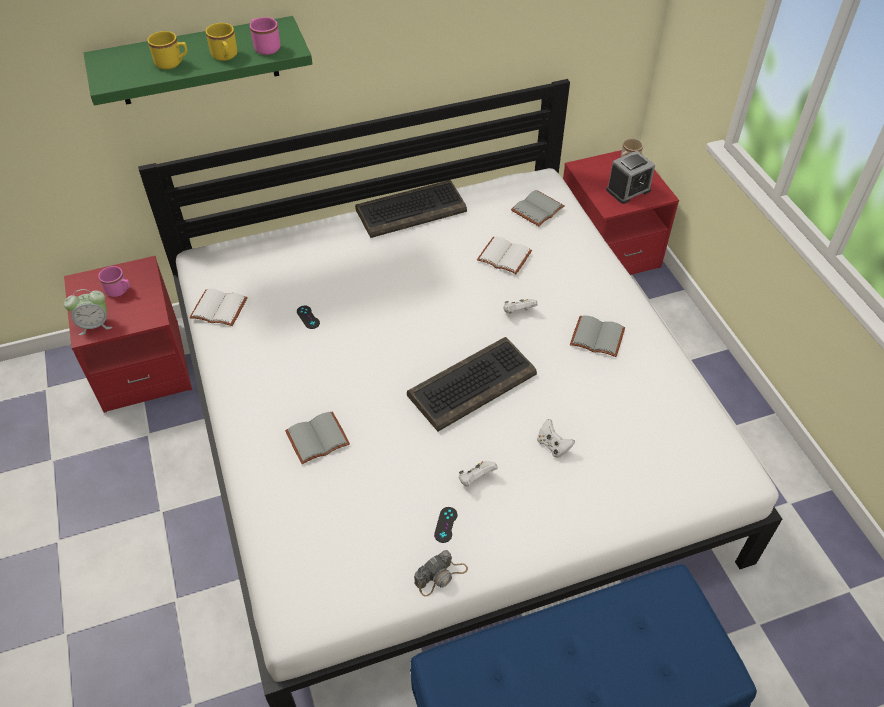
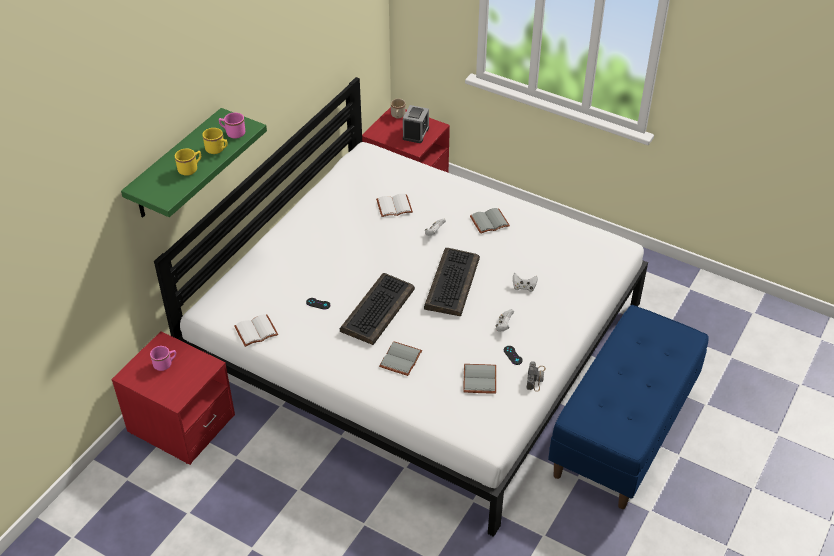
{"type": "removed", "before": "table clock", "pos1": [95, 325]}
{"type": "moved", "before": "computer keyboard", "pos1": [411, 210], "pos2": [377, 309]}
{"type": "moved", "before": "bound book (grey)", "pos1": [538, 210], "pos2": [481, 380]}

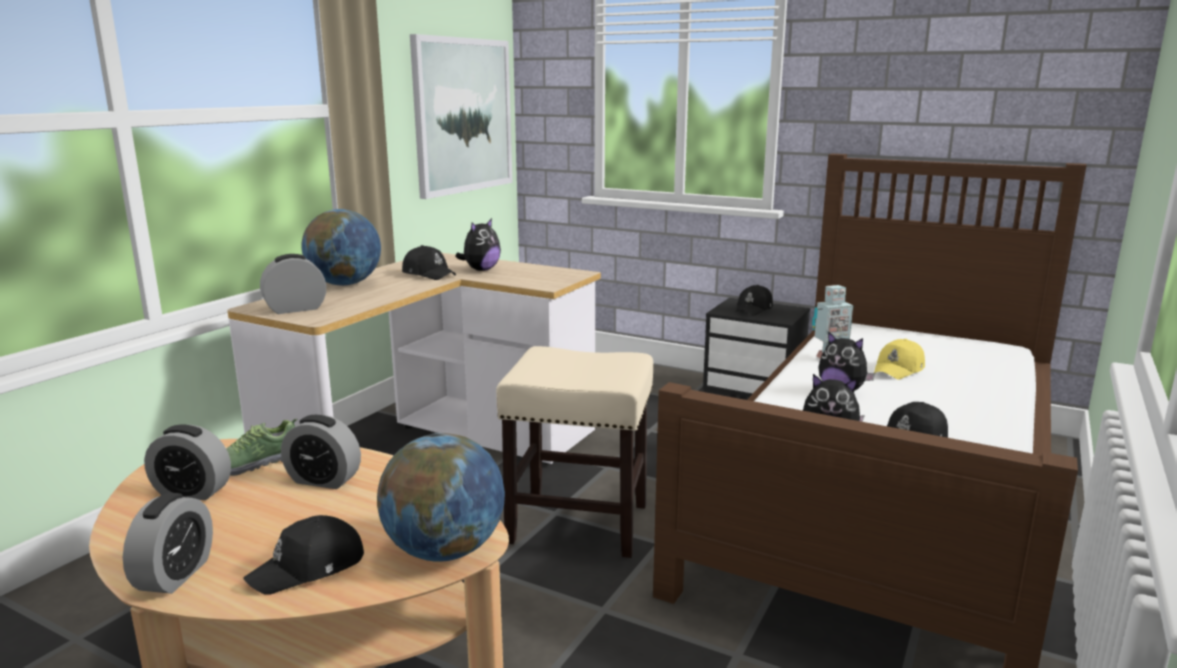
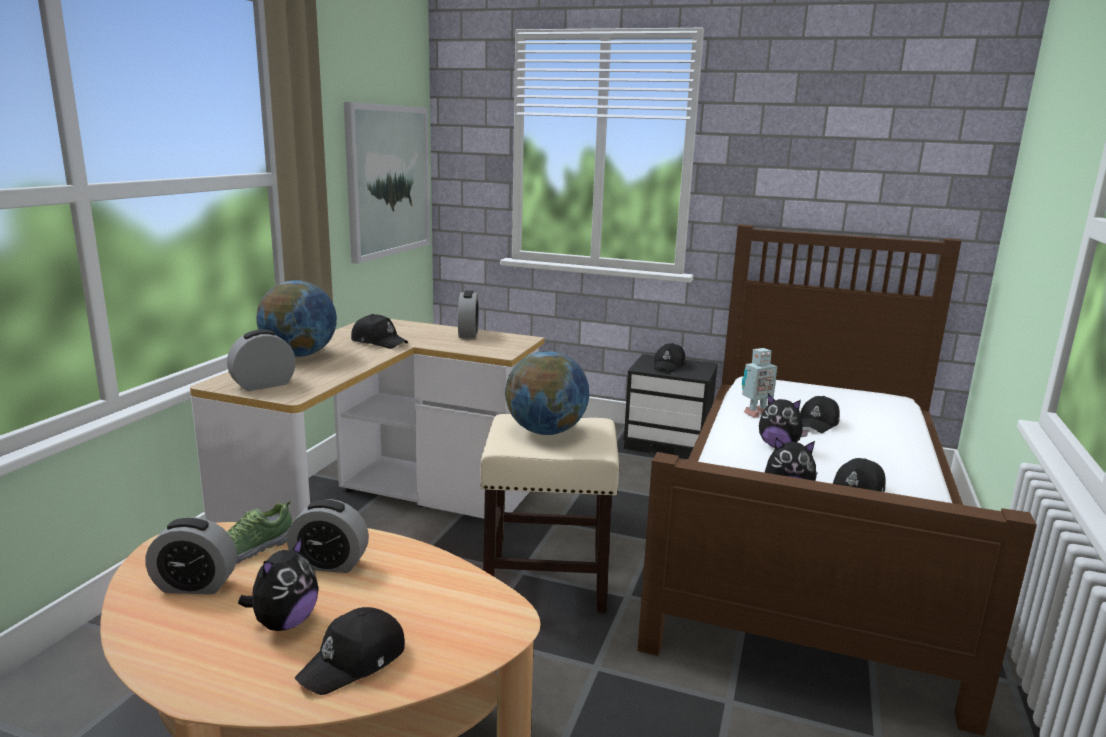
{"type": "moved", "before": "table clock", "pos1": [175, 575], "pos2": [468, 334]}
{"type": "moved", "before": "world globe", "pos1": [445, 551], "pos2": [546, 431]}
{"type": "moved", "before": "cuddly toy", "pos1": [481, 270], "pos2": [284, 623]}
{"type": "recoloured", "before": "cap (yellow)", "after": "cap (black-coloured)", "pos1": [899, 369], "pos2": [818, 423]}

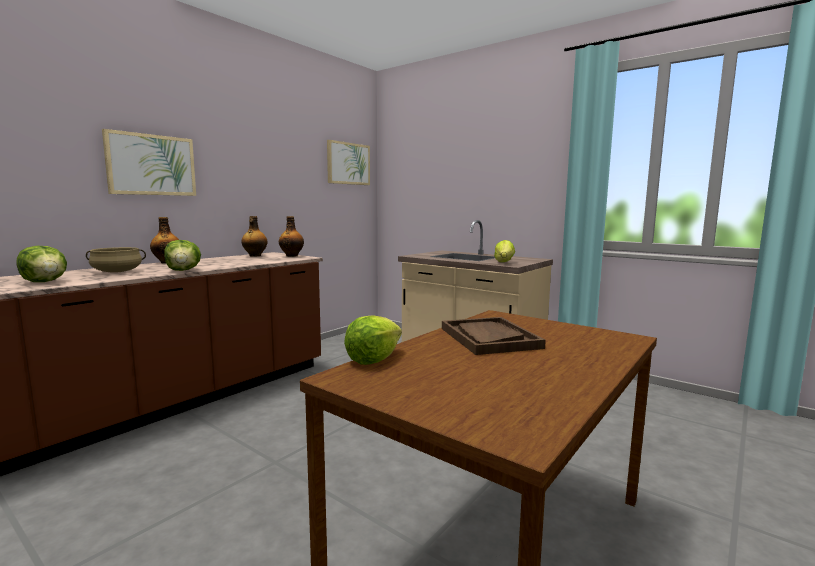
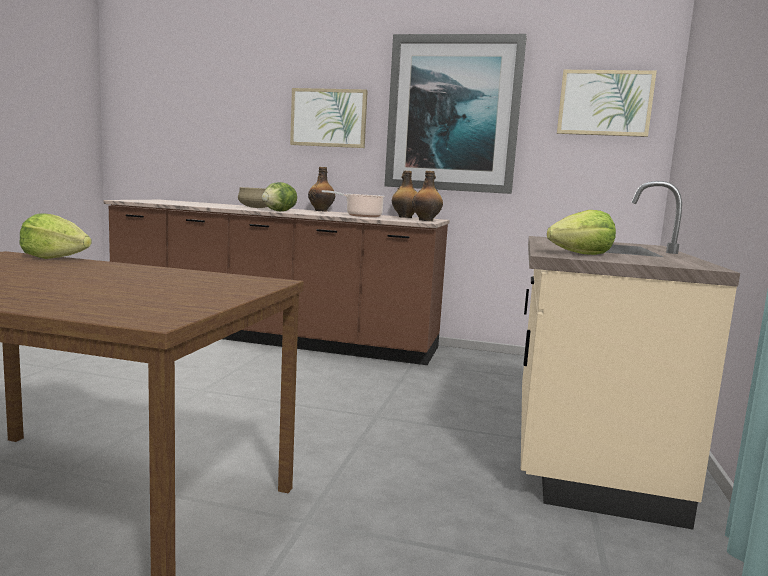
{"type": "removed", "before": "lettuce head", "pos1": [45, 282]}
{"type": "removed", "before": "tray (brownish)", "pos1": [489, 338]}
{"type": "added", "after": "saucepot", "pos2": [361, 216]}
{"type": "added", "after": "wall art", "pos2": [453, 115]}

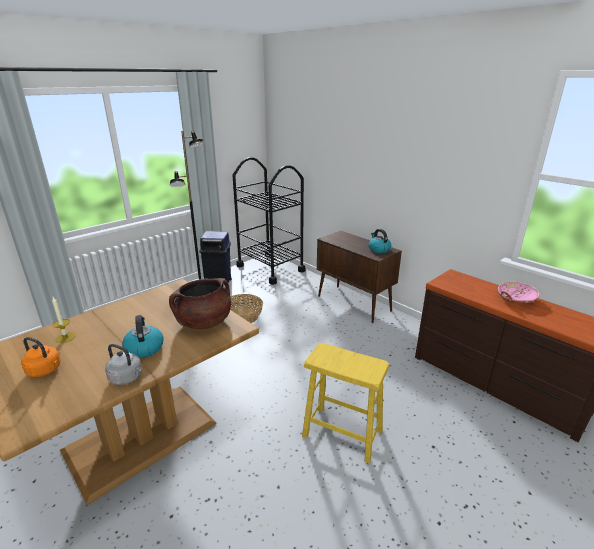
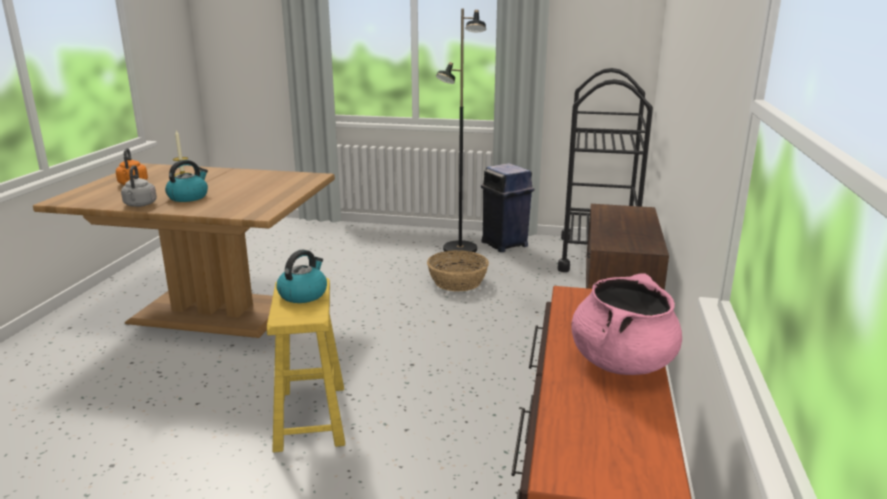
{"type": "removed", "before": "saucepot (brownish)", "pos1": [204, 322]}
{"type": "moved", "before": "kettle", "pos1": [379, 249], "pos2": [303, 294]}
{"type": "replaced", "before": "deep dish (pink-coloured)", "after": "saucepot (pink-coloured)", "pos1": [515, 298], "pos2": [622, 362]}

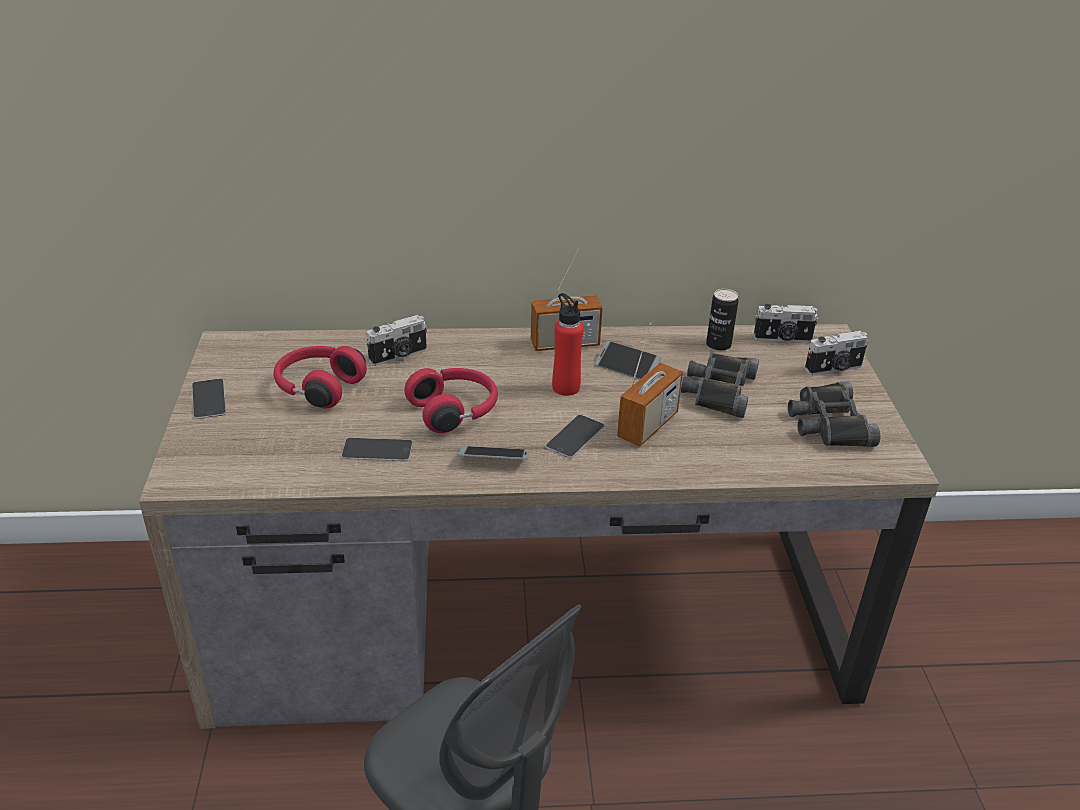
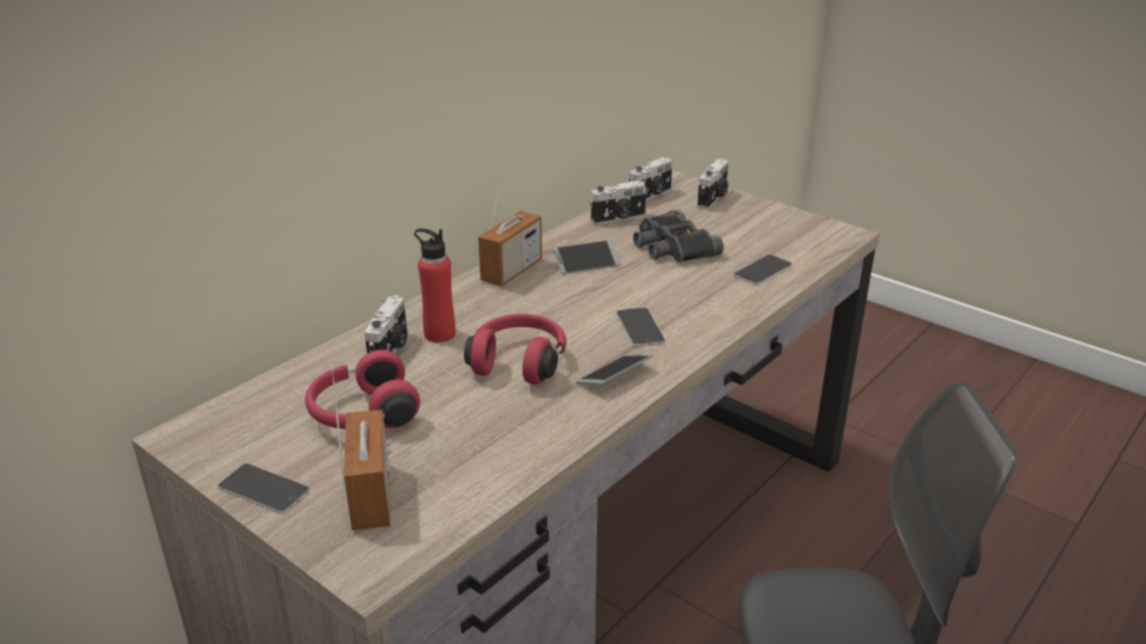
{"type": "removed", "before": "pair of binoculars (black-coloured)", "pos1": [828, 423]}
{"type": "moved", "before": "phone", "pos1": [377, 450], "pos2": [763, 270]}
{"type": "moved", "before": "drink bottle (red)", "pos1": [566, 387], "pos2": [439, 334]}
{"type": "moved", "before": "radio receiver", "pos1": [647, 425], "pos2": [371, 496]}
{"type": "replaced", "before": "sealed can", "after": "photo camera", "pos1": [718, 345], "pos2": [619, 219]}

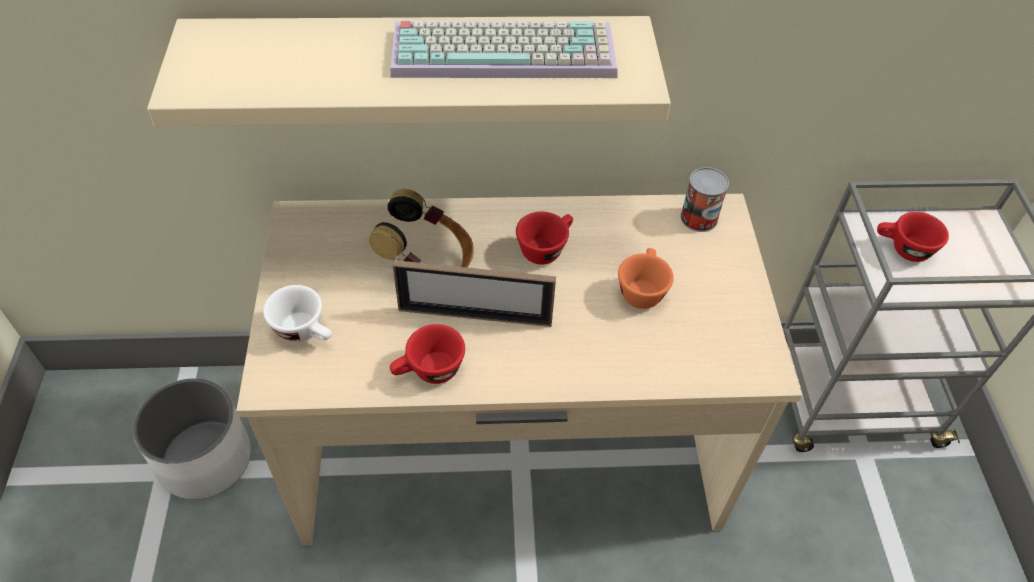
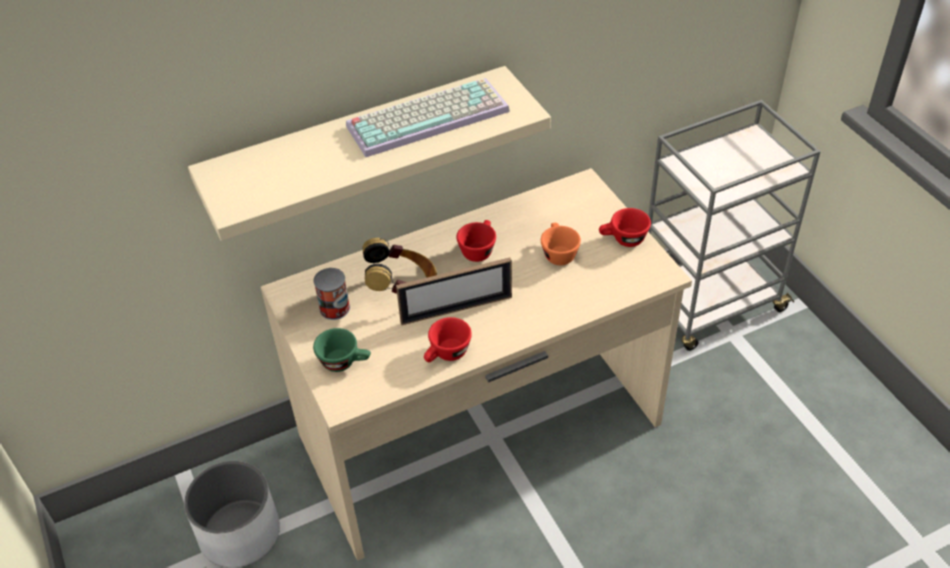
{"type": "moved", "before": "sealed can", "pos1": [699, 218], "pos2": [334, 308]}
{"type": "moved", "before": "small cup (red)", "pos1": [903, 249], "pos2": [623, 240]}
{"type": "recoloured", "before": "small cup (whitish)", "after": "small cup (greenish)", "pos1": [305, 331], "pos2": [344, 362]}

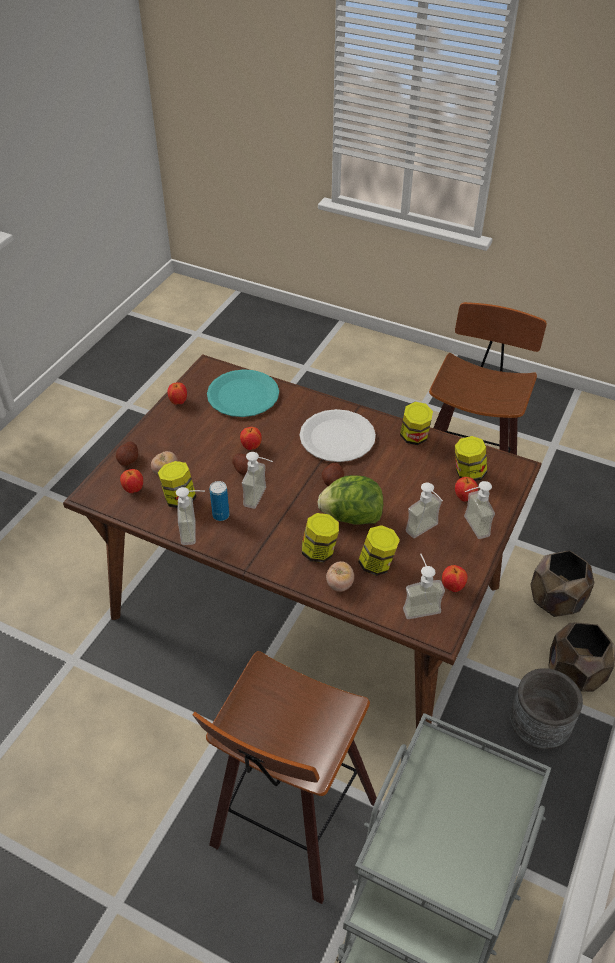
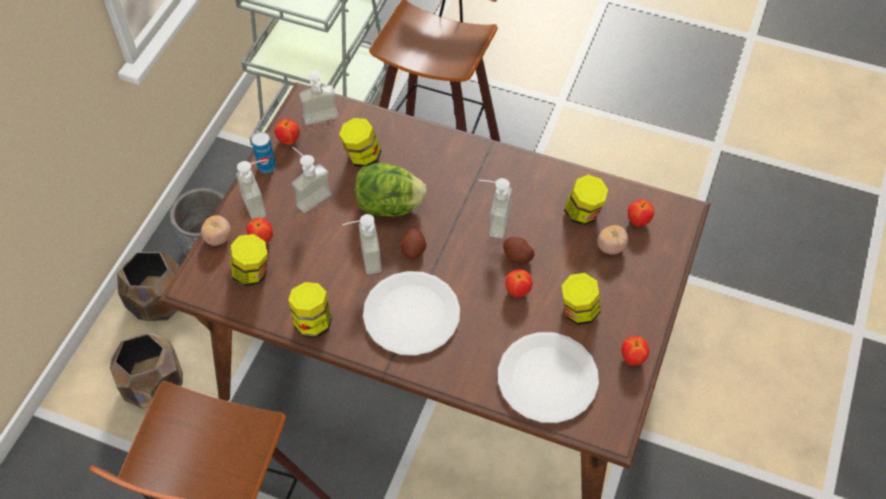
{"type": "removed", "before": "spud", "pos1": [128, 460]}
{"type": "moved", "before": "liquid soap bottle", "pos1": [195, 532], "pos2": [363, 259]}
{"type": "moved", "before": "sealed can", "pos1": [221, 515], "pos2": [267, 167]}
{"type": "moved", "before": "storage jar", "pos1": [319, 552], "pos2": [578, 311]}
{"type": "moved", "before": "fresh tomato", "pos1": [339, 584], "pos2": [218, 238]}
{"type": "recoloured", "before": "flat dish (turquoise-coloured)", "after": "flat dish (whitish)", "pos1": [243, 395], "pos2": [547, 379]}

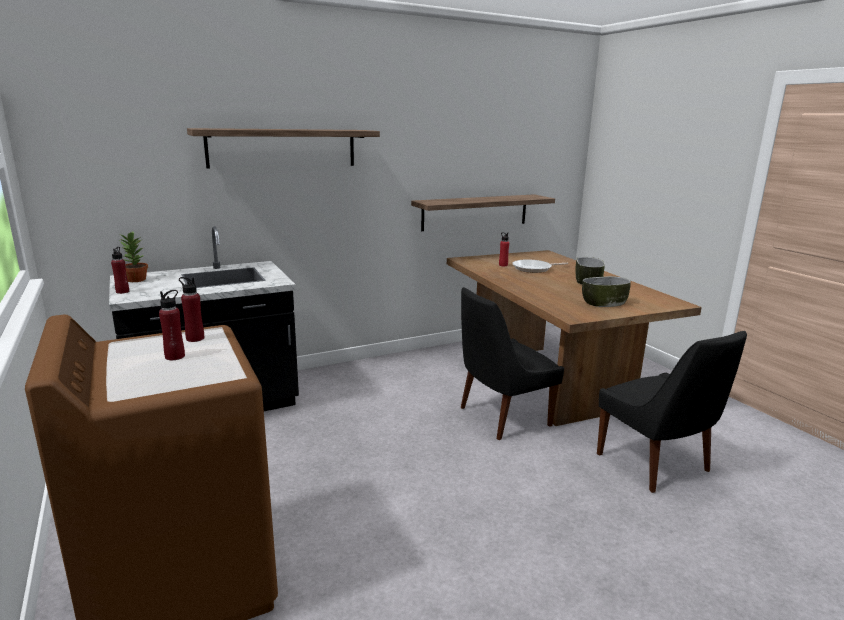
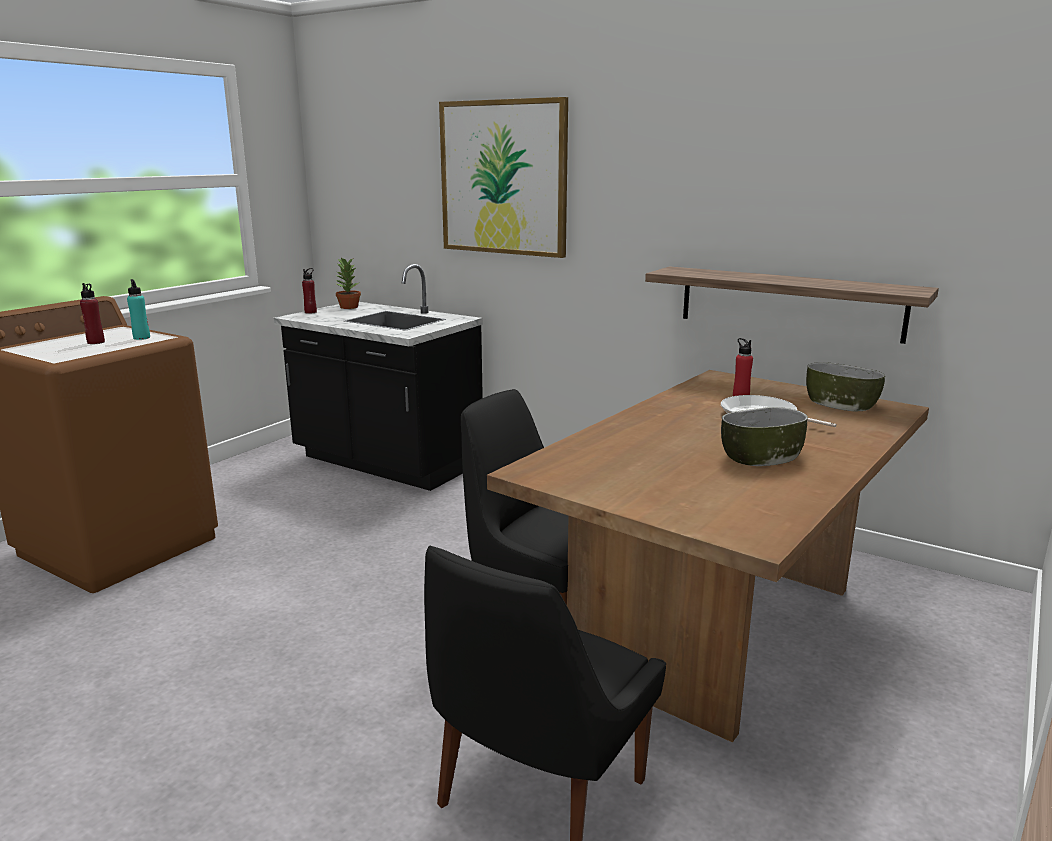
{"type": "moved", "before": "deep dish", "pos1": [604, 303], "pos2": [841, 404]}
{"type": "replaced", "before": "bracket shelf", "after": "wall art", "pos1": [283, 148], "pos2": [503, 178]}
{"type": "recoloured", "before": "drink bottle (red)", "after": "drink bottle (turquoise-coloured)", "pos1": [195, 338], "pos2": [141, 338]}

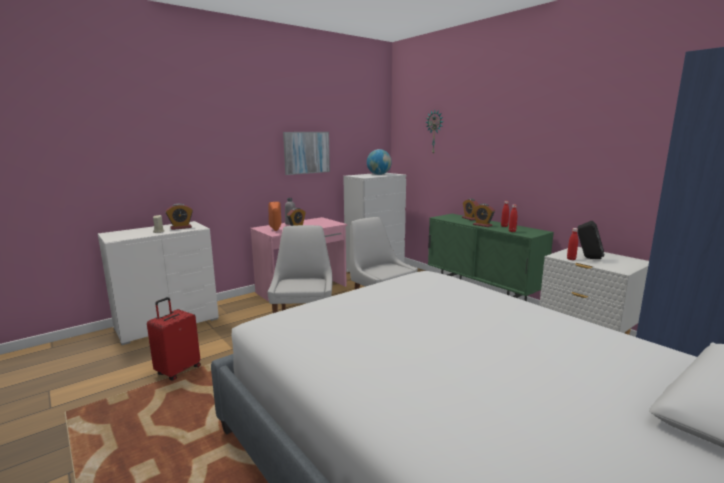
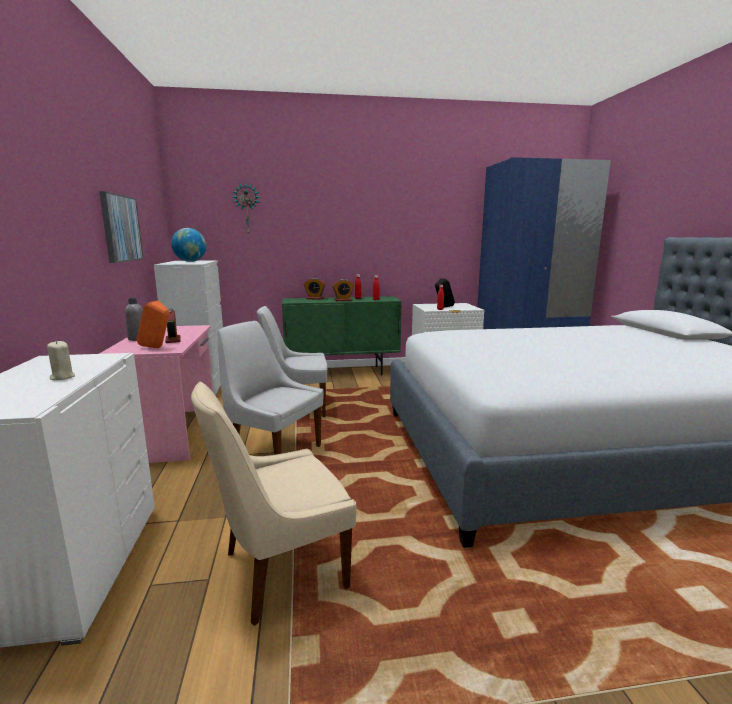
{"type": "removed", "before": "table clock", "pos1": [181, 227]}
{"type": "replaced", "before": "travel case (red)", "after": "plain chair (beige-coloured)", "pos1": [178, 370], "pos2": [279, 571]}

